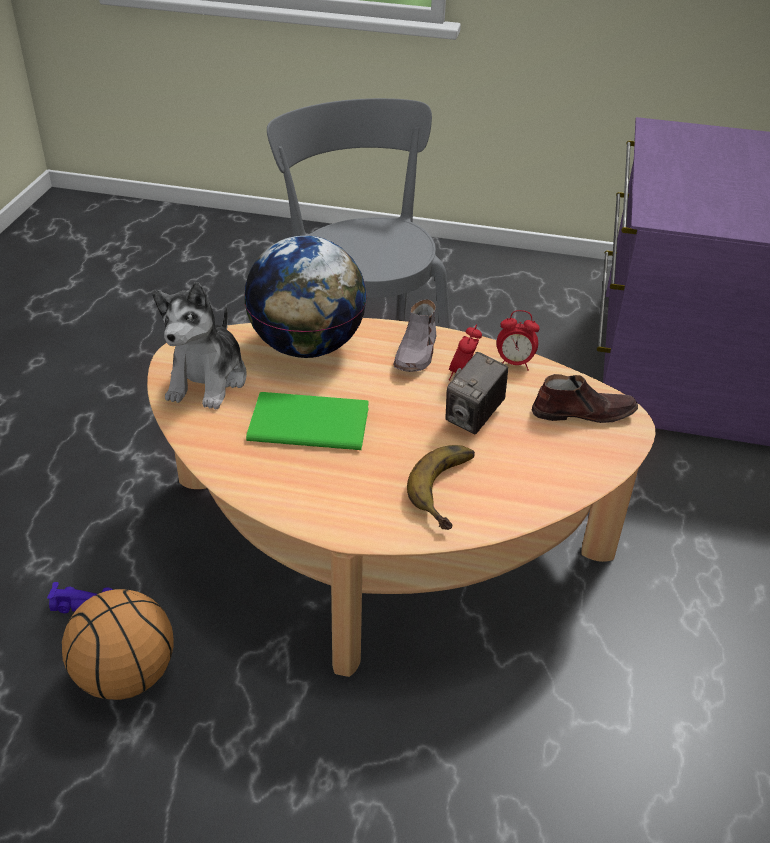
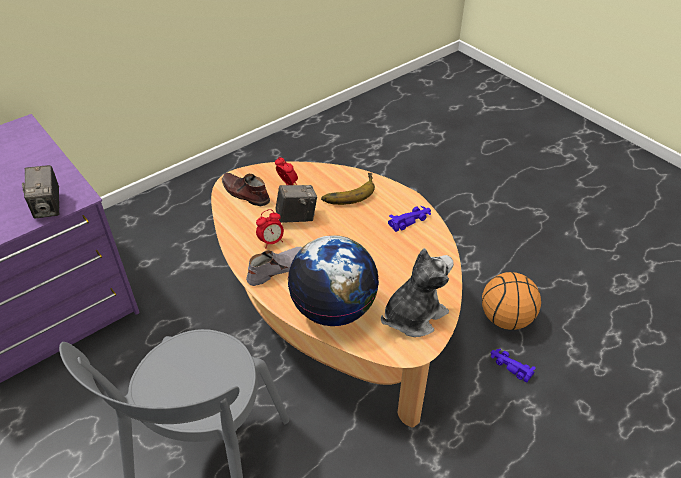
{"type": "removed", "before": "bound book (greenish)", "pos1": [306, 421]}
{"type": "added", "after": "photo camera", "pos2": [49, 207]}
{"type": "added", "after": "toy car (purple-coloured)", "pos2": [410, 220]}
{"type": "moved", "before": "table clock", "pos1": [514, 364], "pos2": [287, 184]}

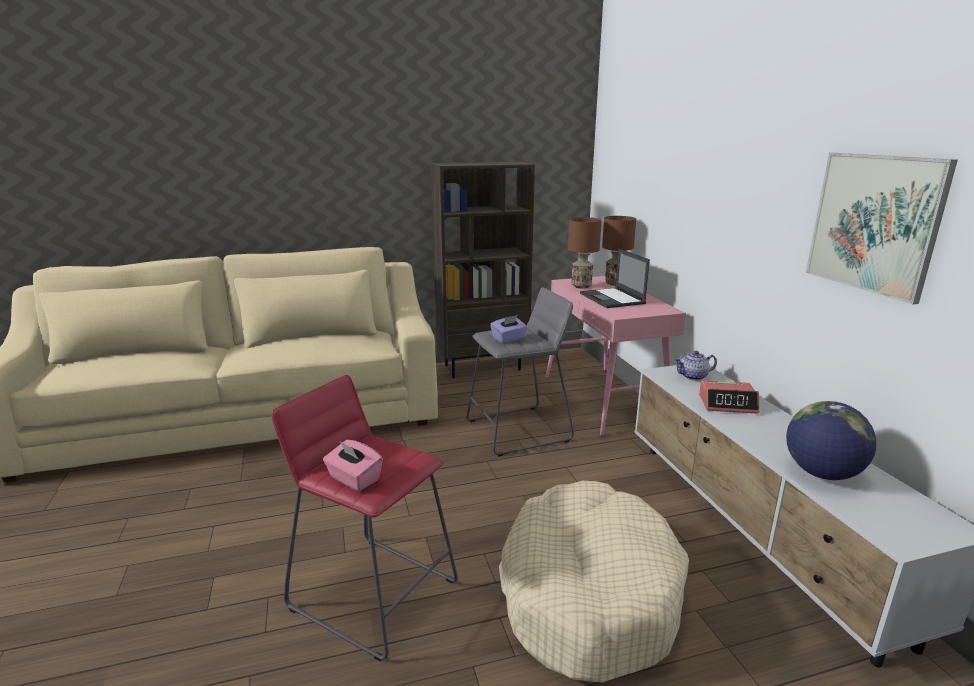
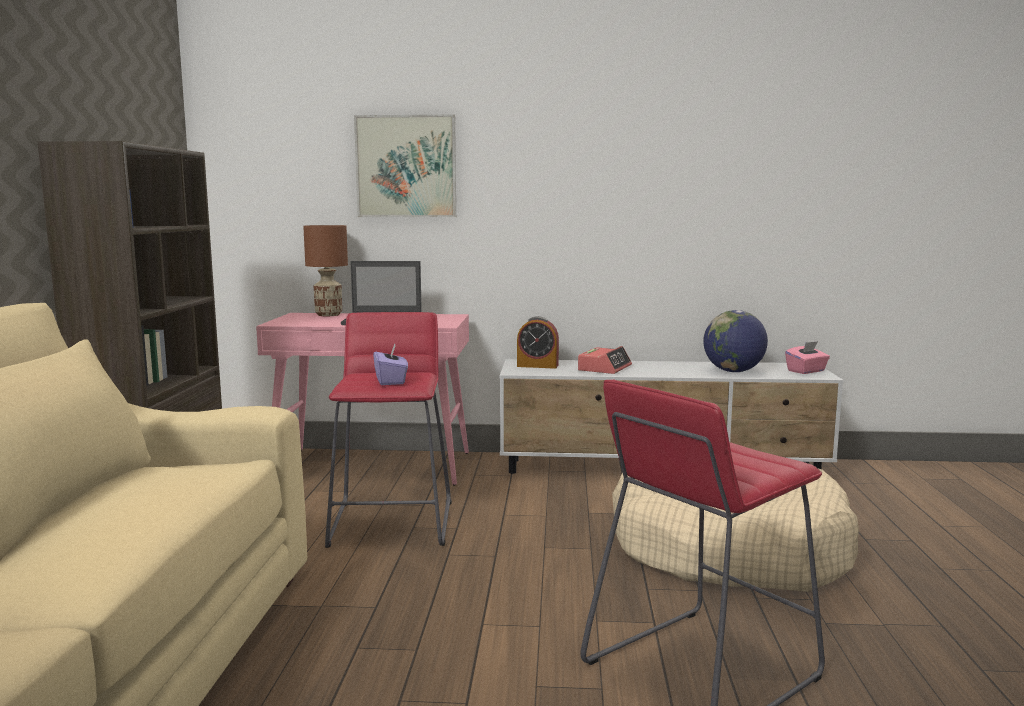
{"type": "removed", "before": "tabletop lamp (brownish)", "pos1": [581, 286]}
{"type": "moved", "before": "tissue holder (pink-coloured)", "pos1": [354, 479], "pos2": [806, 371]}
{"type": "moved", "before": "wall art", "pos1": [874, 223], "pos2": [406, 166]}
{"type": "replaced", "before": "pot for tea", "after": "table clock", "pos1": [693, 376], "pos2": [537, 366]}
{"type": "recoloured", "before": "sitting stool (grey)", "after": "sitting stool (red)", "pos1": [518, 430], "pos2": [391, 522]}

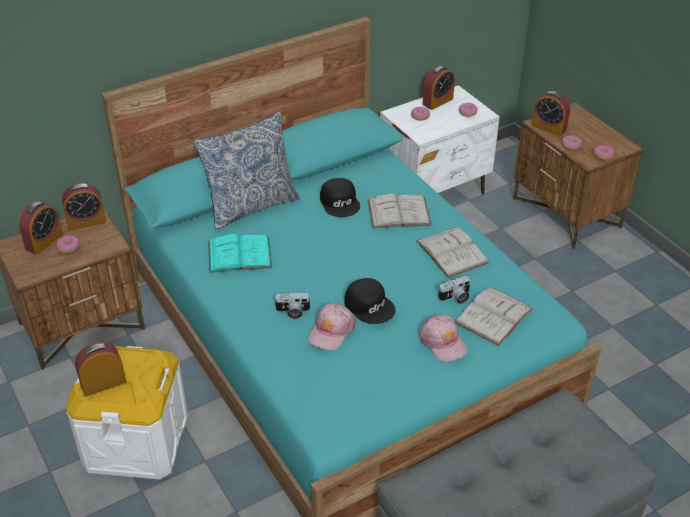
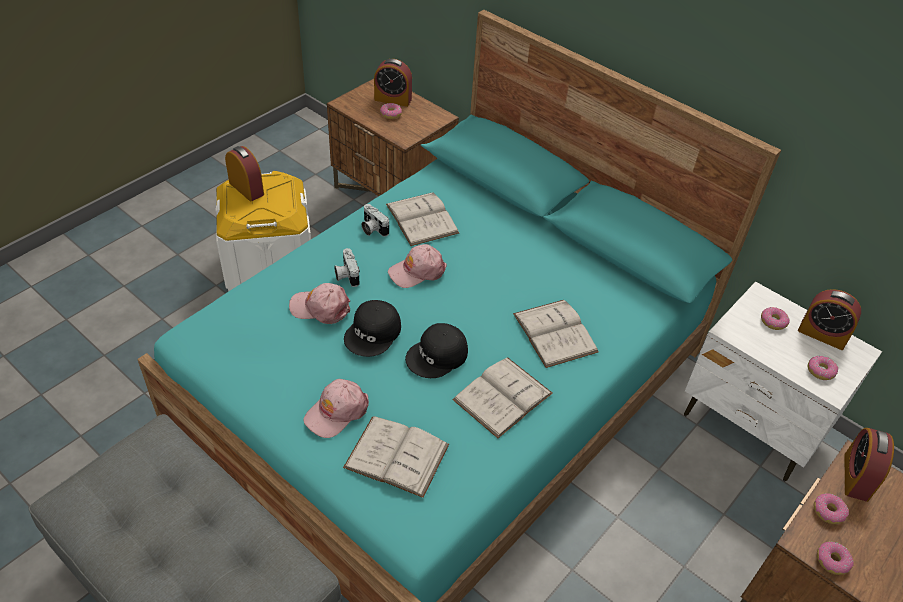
{"type": "removed", "before": "table clock", "pos1": [86, 222]}
{"type": "removed", "before": "cushion", "pos1": [250, 205]}
{"type": "added", "after": "cap (pink-coloured)", "pos2": [417, 271]}
{"type": "moved", "before": "cap (black-coloured)", "pos1": [340, 202], "pos2": [437, 356]}
{"type": "moved", "before": "photo camera", "pos1": [455, 298], "pos2": [372, 228]}
{"type": "recoloured", "before": "bound book (turquoise-coloured)", "after": "bound book (whitish)", "pos1": [239, 254], "pos2": [422, 218]}

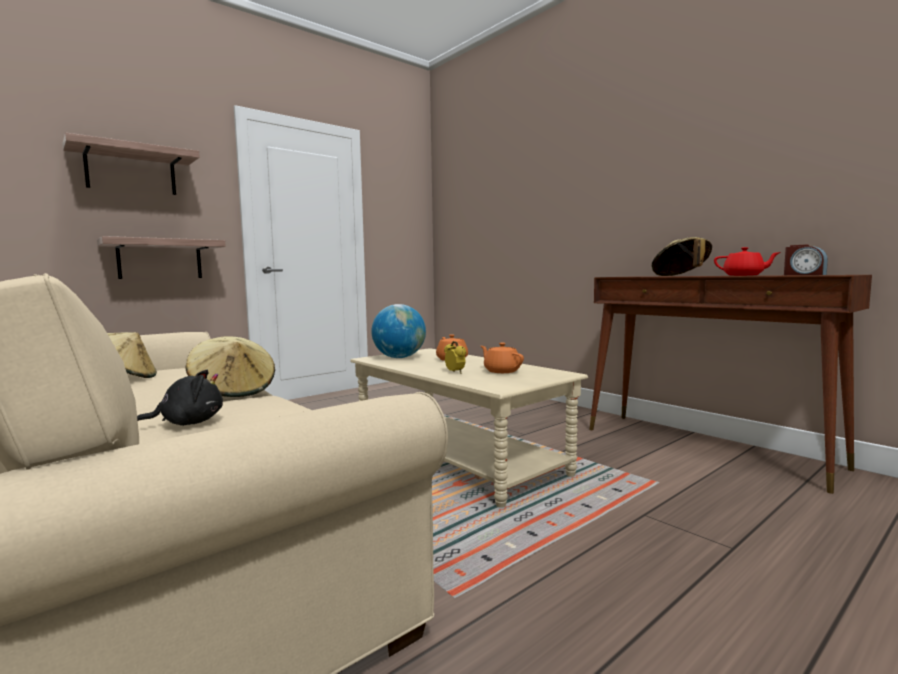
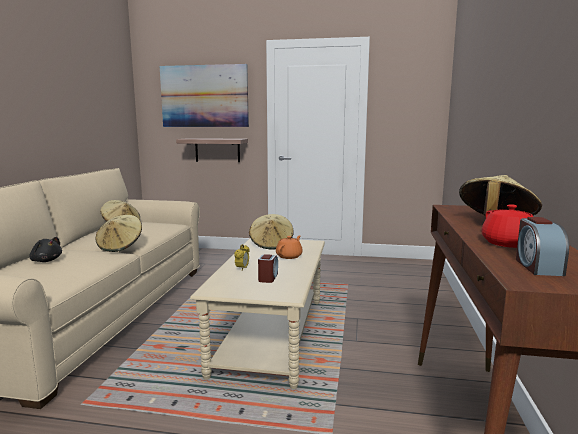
{"type": "replaced", "before": "bracket shelf", "after": "wall art", "pos1": [131, 171], "pos2": [204, 96]}
{"type": "replaced", "before": "world globe", "after": "clothing hat (beige-coloured)", "pos1": [399, 357], "pos2": [271, 244]}
{"type": "replaced", "before": "pot for tea (orangey)", "after": "table clock", "pos1": [501, 371], "pos2": [268, 278]}

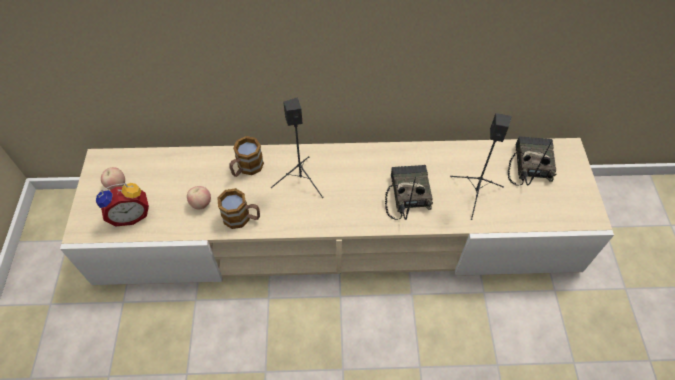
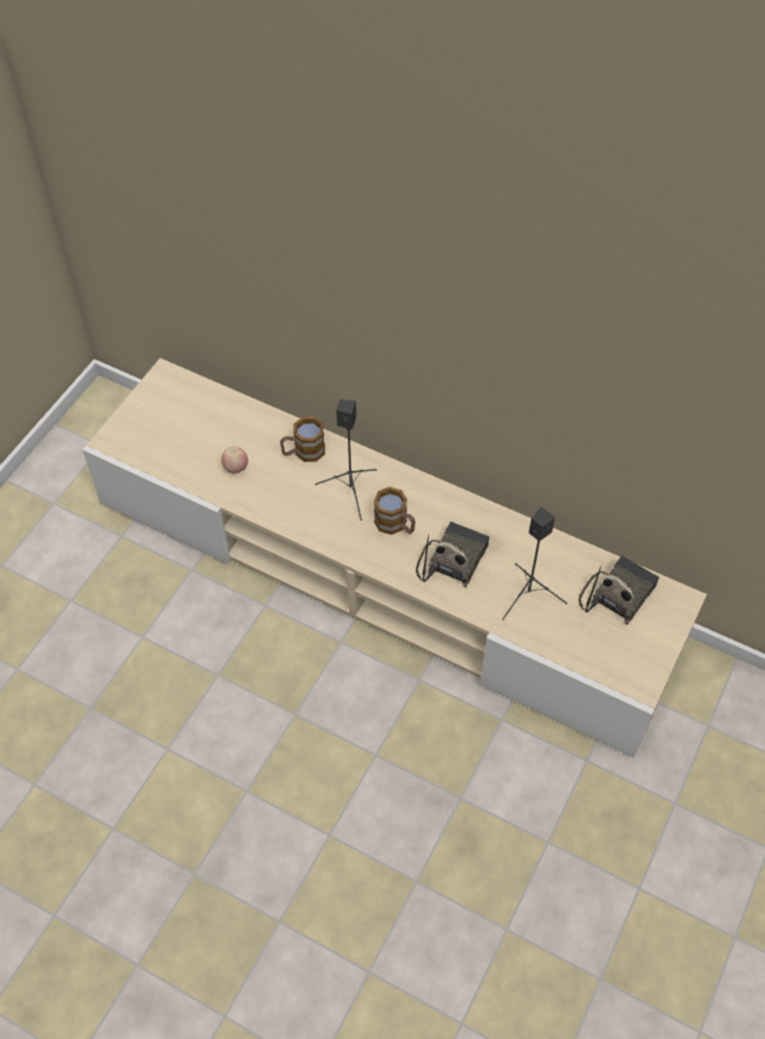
{"type": "removed", "before": "table clock", "pos1": [131, 215]}
{"type": "removed", "before": "apple", "pos1": [117, 185]}
{"type": "moved", "before": "mug", "pos1": [242, 218], "pos2": [395, 525]}

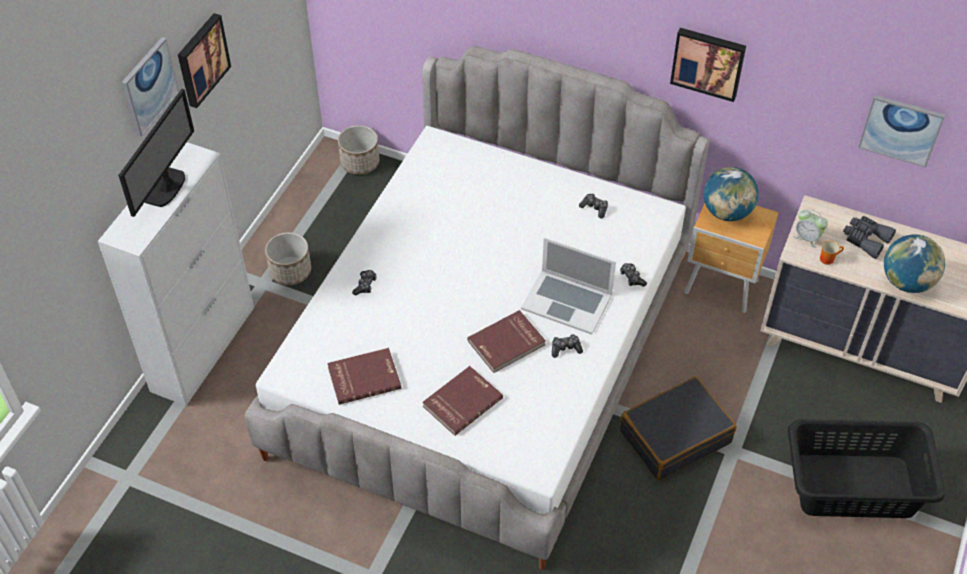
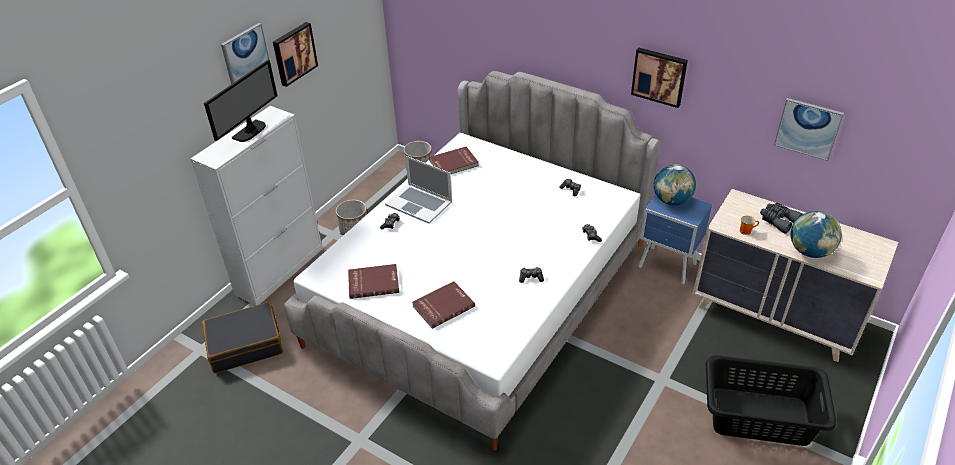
{"type": "removed", "before": "table clock", "pos1": [807, 238]}
{"type": "moved", "before": "bound book (red)", "pos1": [507, 344], "pos2": [454, 163]}
{"type": "moved", "before": "laptop", "pos1": [567, 301], "pos2": [419, 203]}
{"type": "moved", "before": "travel case (black-coloured)", "pos1": [674, 436], "pos2": [245, 344]}
{"type": "recoloured", "before": "night table (brownish)", "after": "night table (bluish)", "pos1": [722, 289], "pos2": [668, 266]}

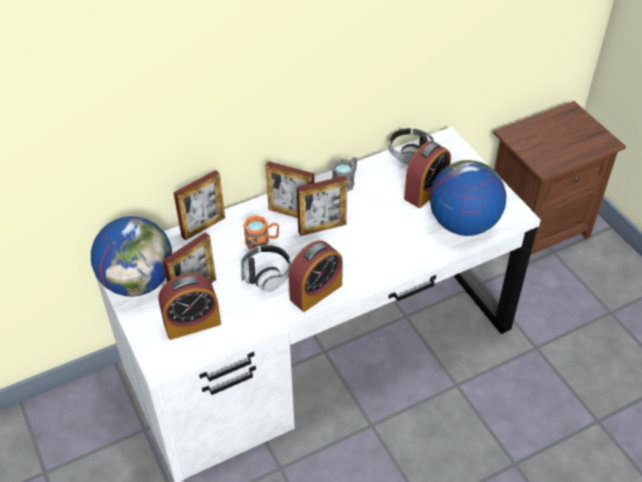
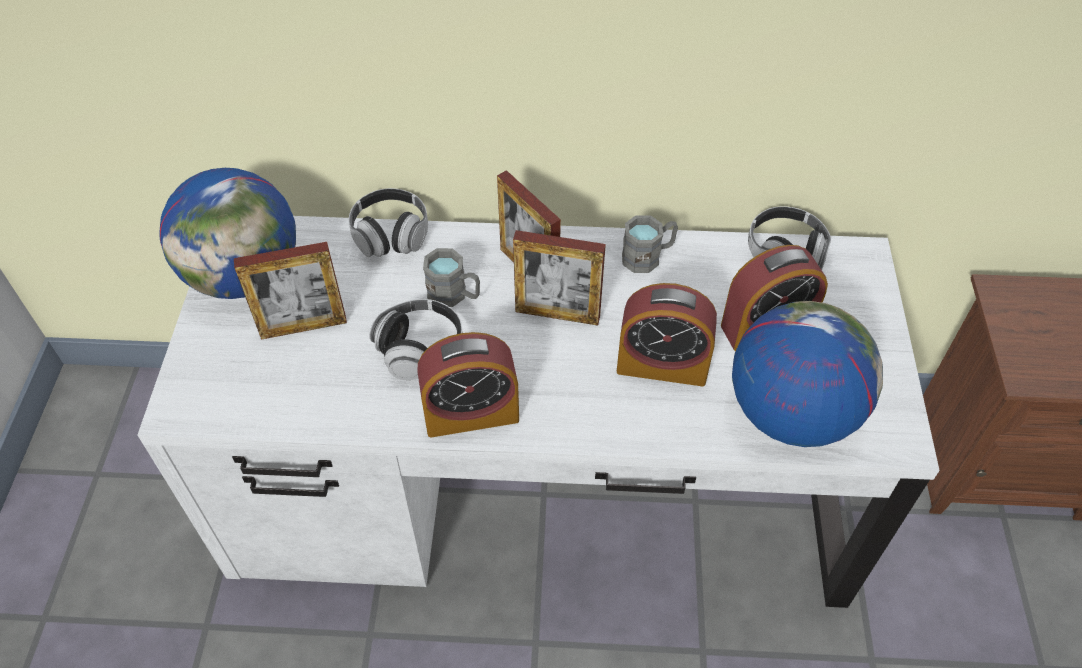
{"type": "moved", "before": "table clock", "pos1": [192, 323], "pos2": [662, 365]}
{"type": "replaced", "before": "picture frame", "after": "pair of headphones", "pos1": [203, 227], "pos2": [391, 235]}
{"type": "recoloured", "before": "mug (orangey)", "after": "mug (grey)", "pos1": [262, 241], "pos2": [454, 295]}

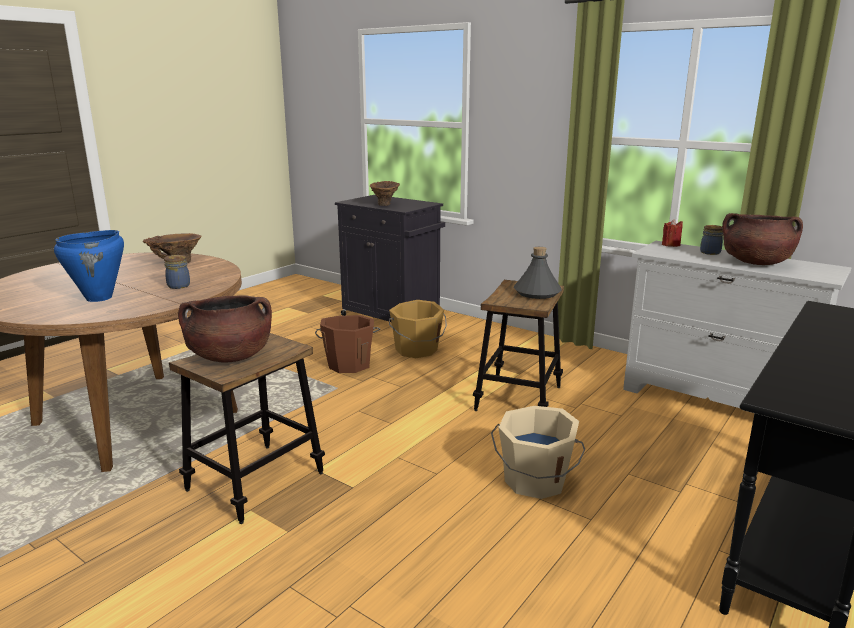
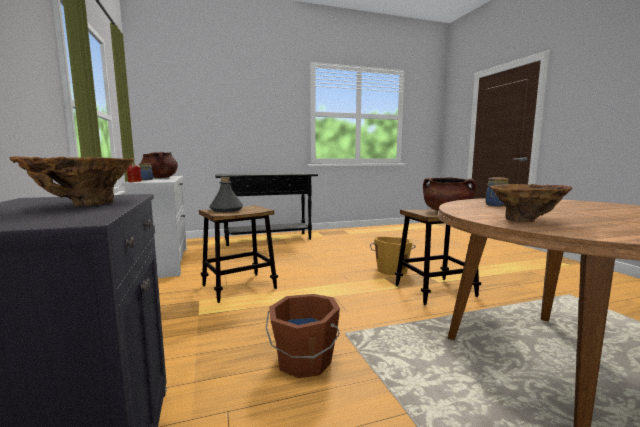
{"type": "removed", "before": "saucepot (bluish)", "pos1": [99, 298]}
{"type": "removed", "before": "bucket (beige-coloured)", "pos1": [535, 481]}
{"type": "moved", "before": "bucket (orangey)", "pos1": [417, 350], "pos2": [391, 270]}

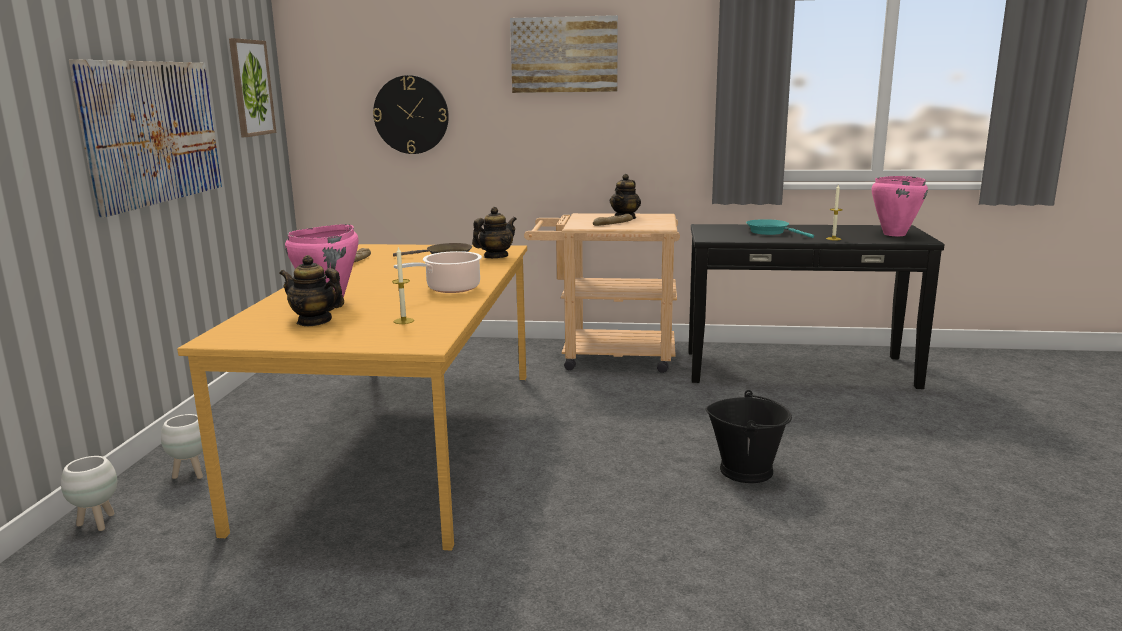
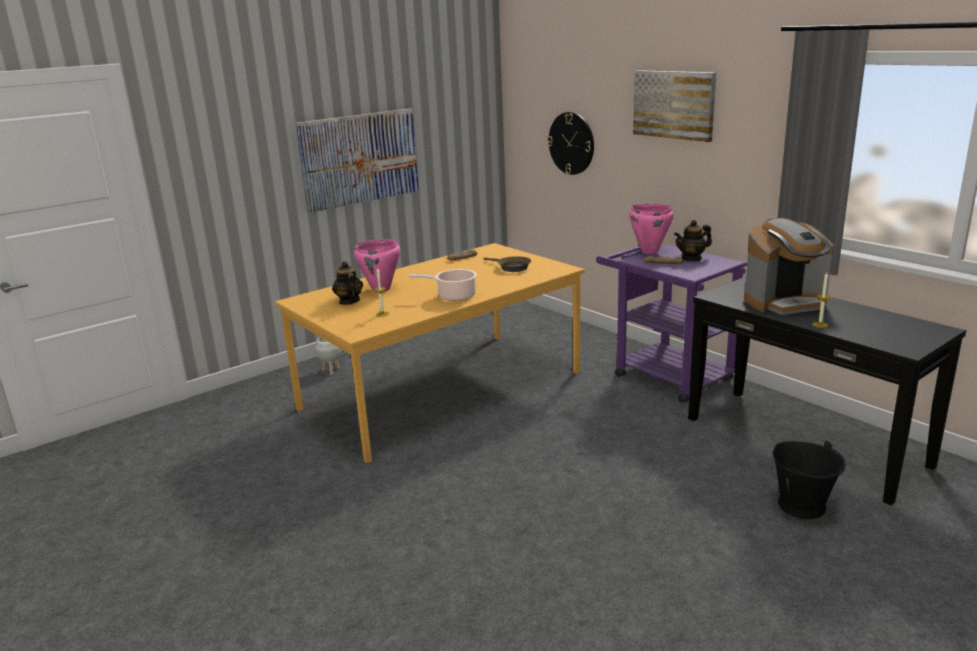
{"type": "removed", "before": "flower pot (whitish)", "pos1": [97, 523]}
{"type": "removed", "before": "wall art", "pos1": [251, 88]}
{"type": "removed", "before": "pot for tea", "pos1": [495, 257]}
{"type": "moved", "before": "bucket (black-coloured)", "pos1": [746, 470], "pos2": [802, 505]}
{"type": "moved", "before": "saucepot (pink-coloured)", "pos1": [894, 234], "pos2": [649, 251]}
{"type": "replaced", "before": "frying pan (turquoise-coloured)", "after": "coffee machine", "pos1": [770, 232], "pos2": [785, 302]}
{"type": "recoloured", "before": "wheeled cart (beige-coloured)", "after": "wheeled cart (purple-coloured)", "pos1": [606, 356], "pos2": [664, 374]}

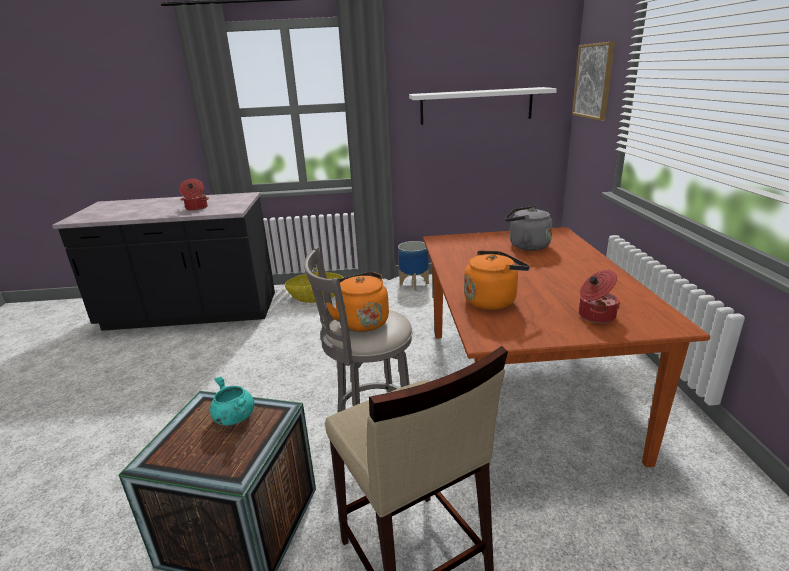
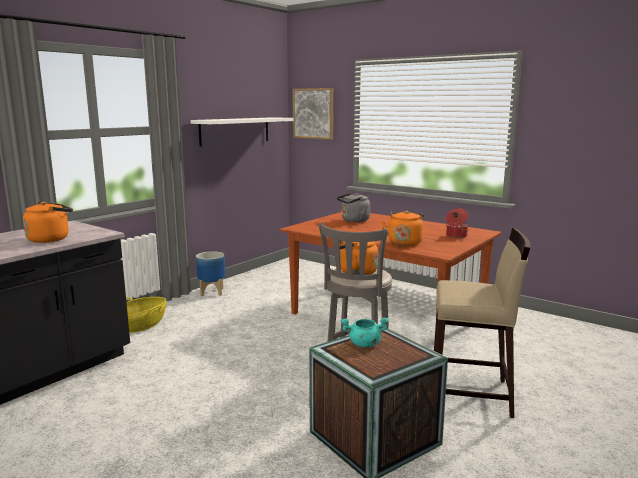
{"type": "replaced", "before": "saucepot", "after": "kettle (orangey)", "pos1": [196, 208], "pos2": [51, 239]}

